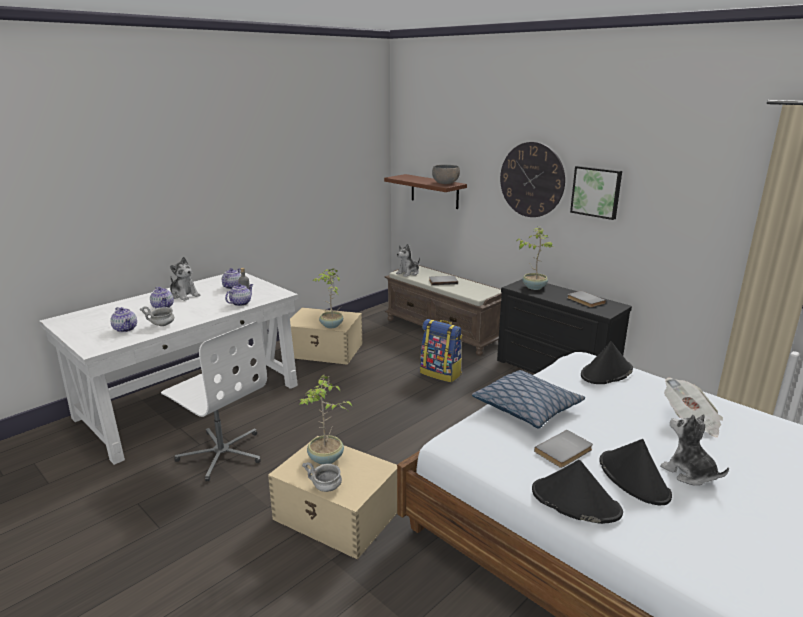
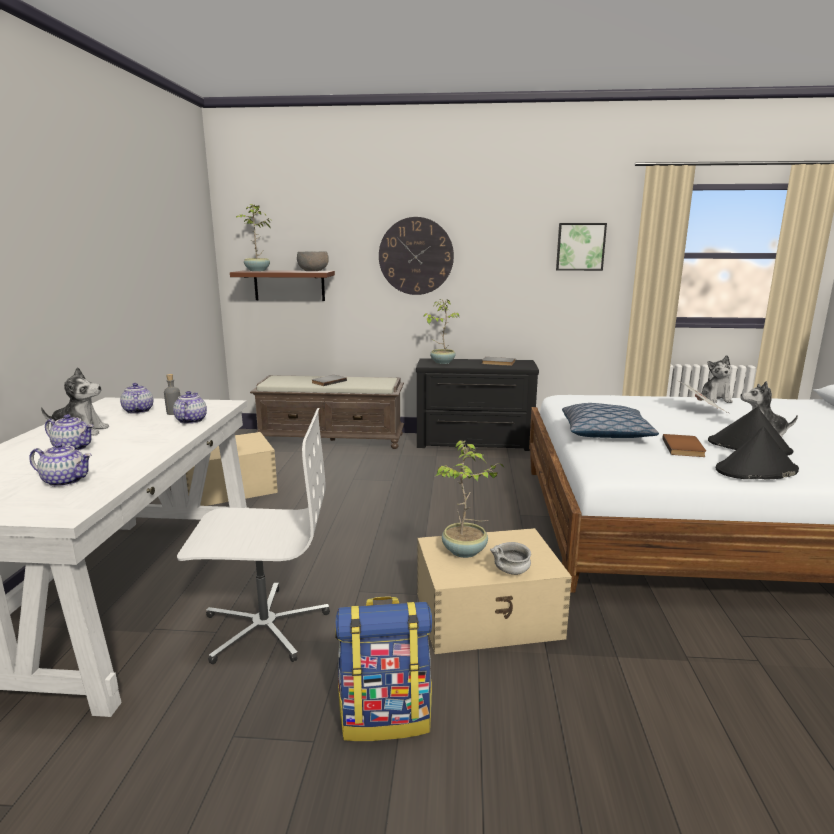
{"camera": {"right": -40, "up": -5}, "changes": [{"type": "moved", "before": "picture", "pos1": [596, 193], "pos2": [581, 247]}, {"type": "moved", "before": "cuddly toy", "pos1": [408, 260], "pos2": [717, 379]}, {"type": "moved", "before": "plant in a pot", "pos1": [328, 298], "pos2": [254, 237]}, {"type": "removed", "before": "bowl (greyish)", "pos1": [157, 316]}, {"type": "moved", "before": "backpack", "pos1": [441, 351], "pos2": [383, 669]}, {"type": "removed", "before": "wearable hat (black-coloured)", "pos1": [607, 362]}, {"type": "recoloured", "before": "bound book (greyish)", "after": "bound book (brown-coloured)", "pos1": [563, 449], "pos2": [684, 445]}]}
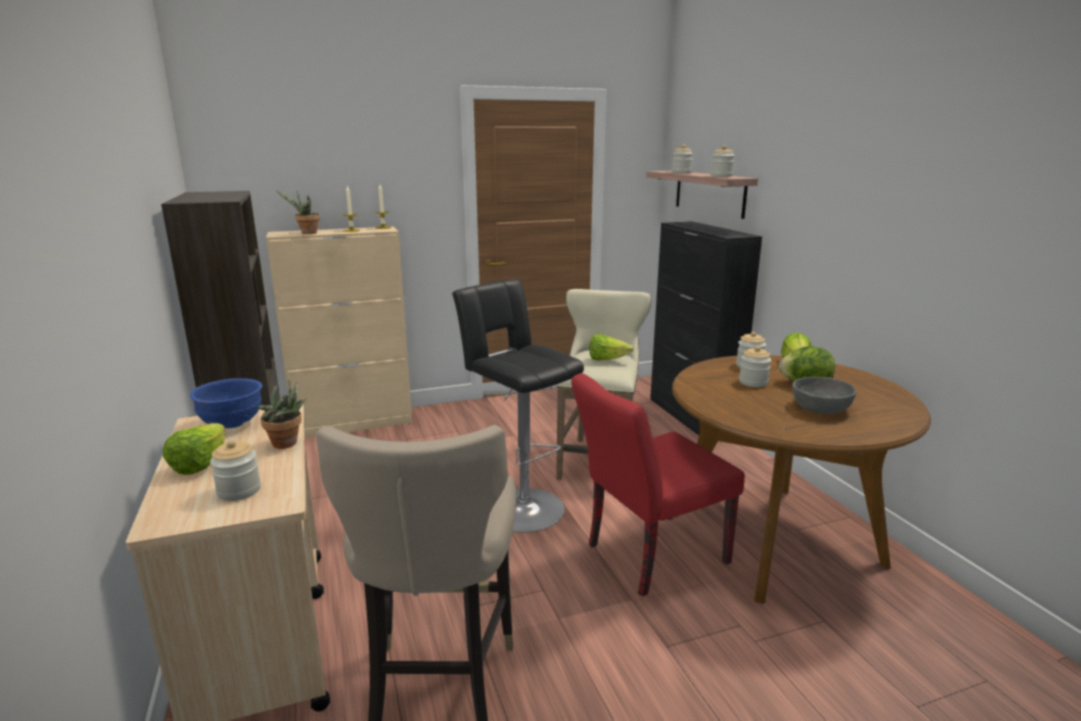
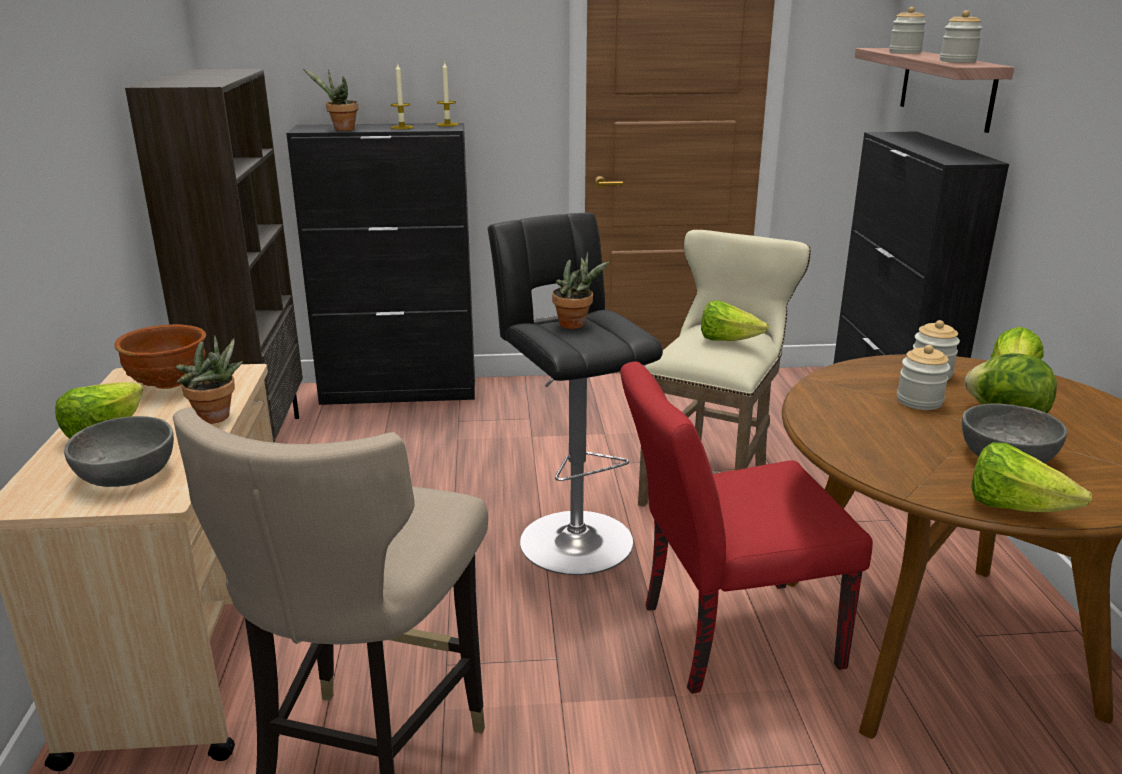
{"camera": {"right": 15, "up": 5}, "changes": [{"type": "recoloured", "before": "storage cabinet (beige)", "after": "storage cabinet (black-coloured)", "pos1": [339, 332], "pos2": [380, 264]}, {"type": "recoloured", "before": "bowl (blue)", "after": "bowl (brown-coloured)", "pos1": [226, 403], "pos2": [160, 356]}, {"type": "replaced", "before": "storage jar", "after": "bowl (greyish)", "pos1": [235, 470], "pos2": [119, 451]}, {"type": "added", "after": "plant in a pot", "pos2": [580, 290]}, {"type": "added", "after": "lettuce", "pos2": [1031, 477]}]}
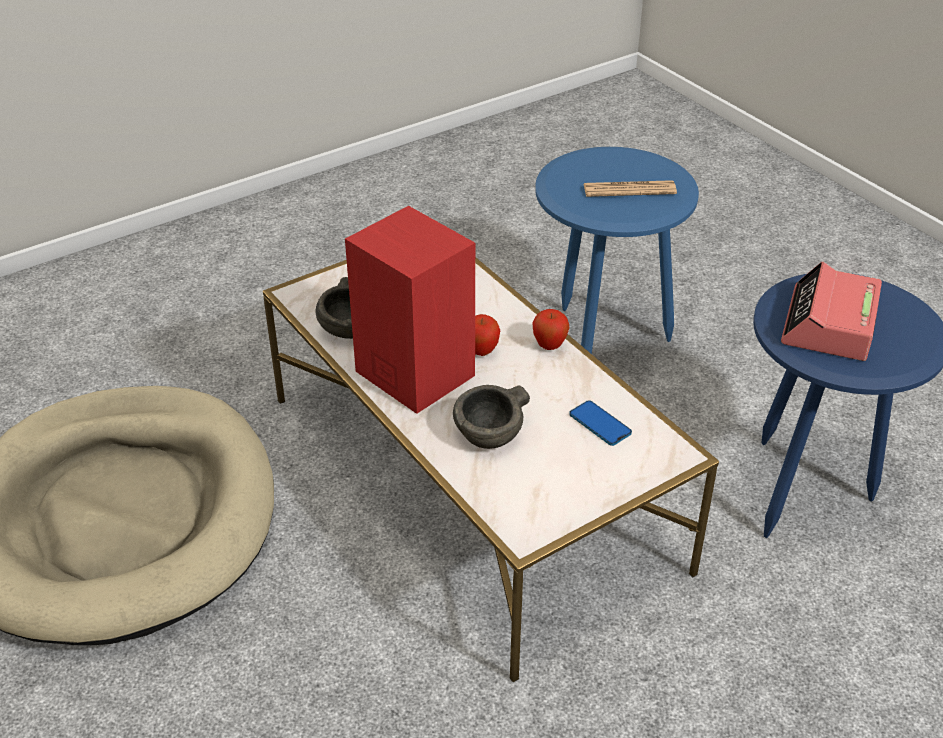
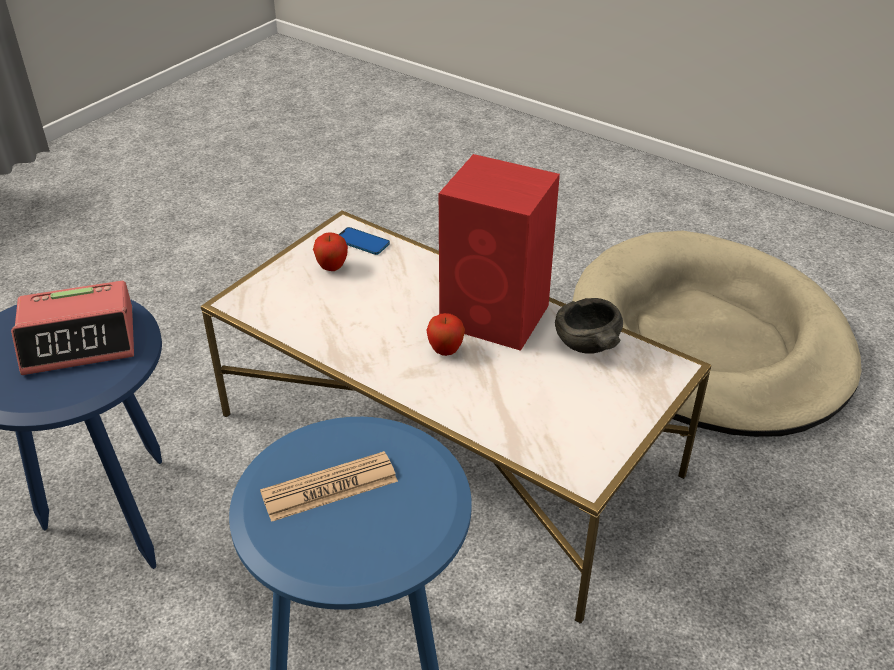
{"camera": {"right": 160, "up": 0}, "changes": [{"type": "turned", "before": "alarm clock", "pos1": [831, 311], "pos2": [72, 328], "turn": 75}, {"type": "moved", "before": "apple", "pos1": [551, 329], "pos2": [330, 251]}, {"type": "removed", "before": "bowl (greyish)", "pos1": [491, 417]}, {"type": "moved", "before": "handset", "pos1": [600, 423], "pos2": [364, 241]}]}
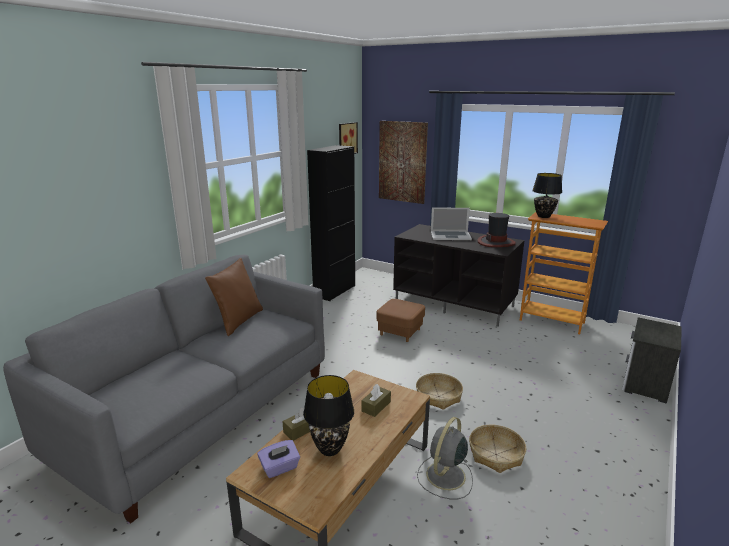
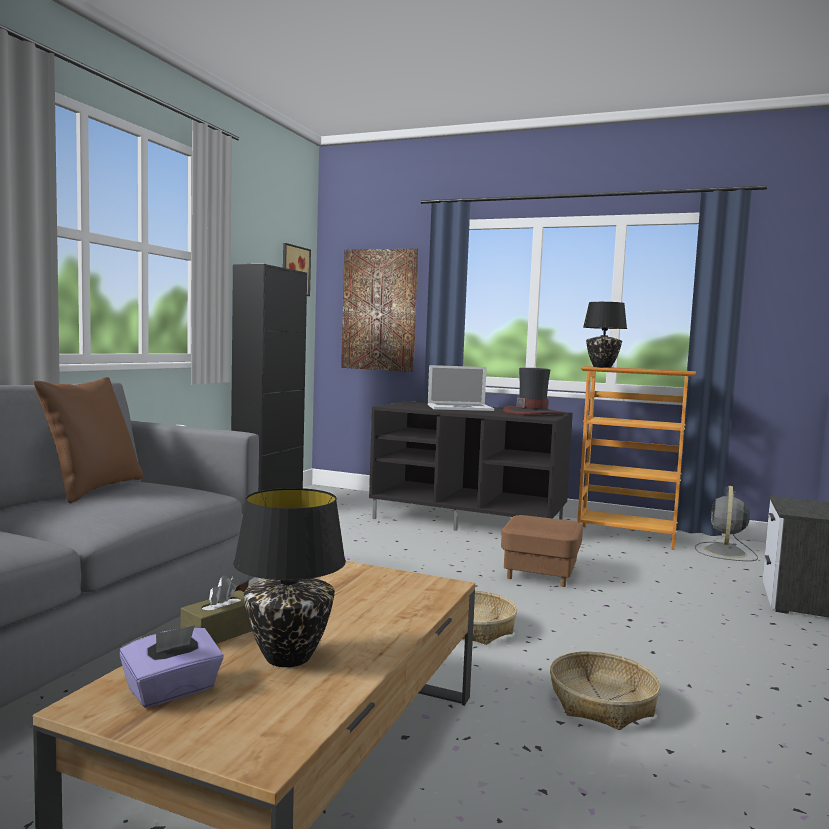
{"camera": {"right": -10, "up": -15}, "changes": [{"type": "moved", "before": "footrest (brown-coloured)", "pos1": [401, 320], "pos2": [542, 551]}, {"type": "removed", "before": "box of tissues (brown-coloured)", "pos1": [376, 400]}, {"type": "moved", "before": "cooling fan (greyish)", "pos1": [445, 458], "pos2": [726, 523]}]}
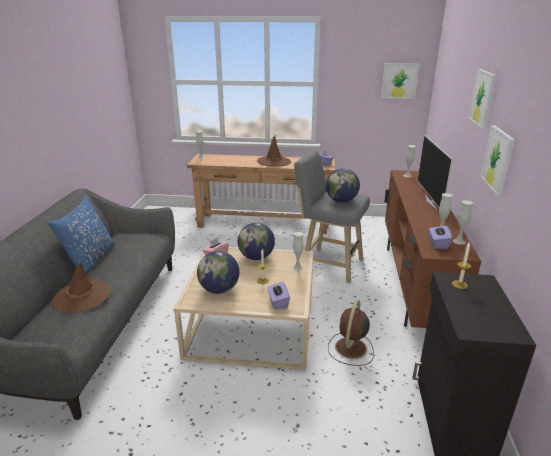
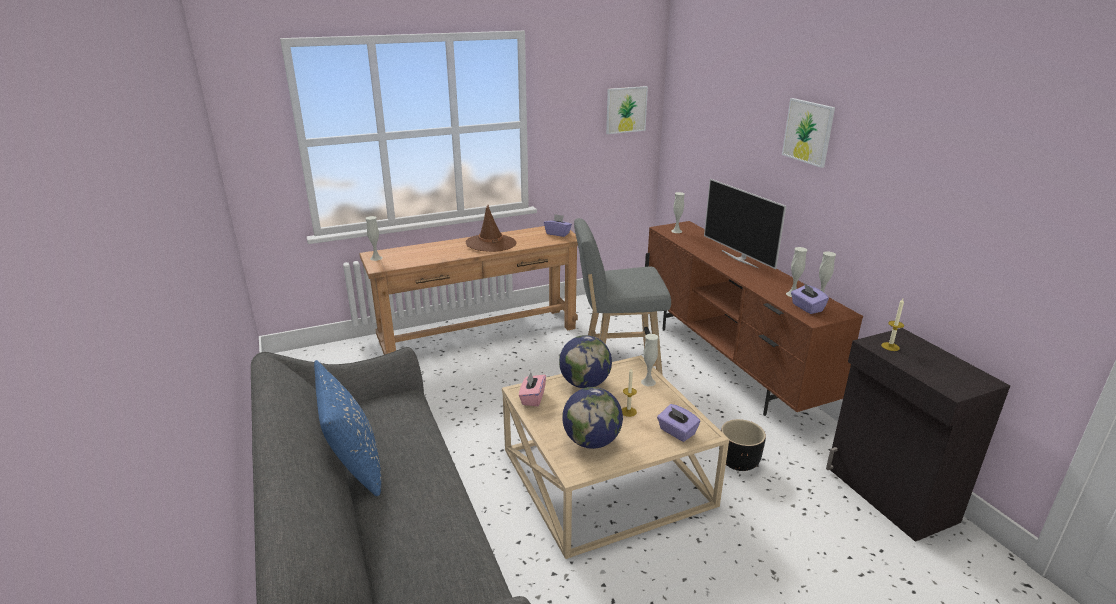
{"camera": {"right": -30, "up": 0}, "changes": [{"type": "removed", "before": "picture", "pos1": [497, 160]}, {"type": "removed", "before": "world globe", "pos1": [343, 185]}, {"type": "removed", "before": "wearable hat (brown-coloured)", "pos1": [82, 288]}, {"type": "replaced", "before": "cooling fan (brown-coloured)", "after": "plant pot (black-coloured)", "pos1": [351, 333], "pos2": [742, 445]}]}
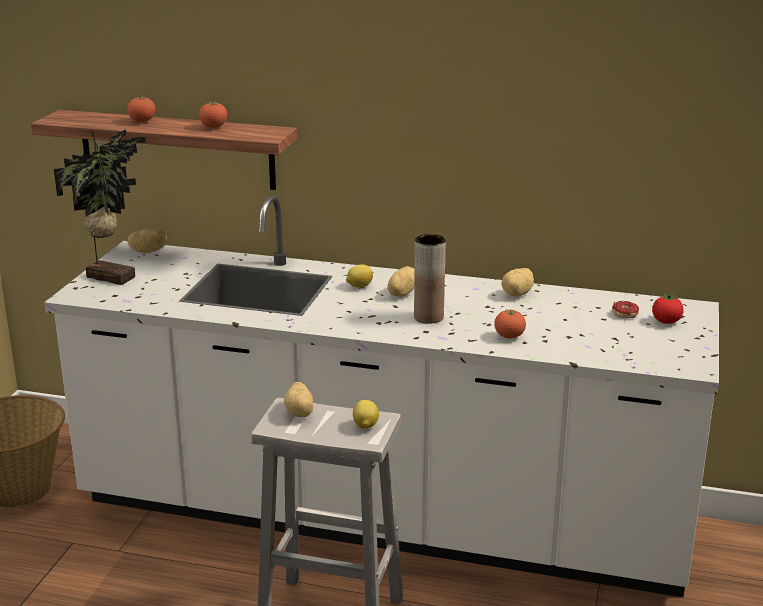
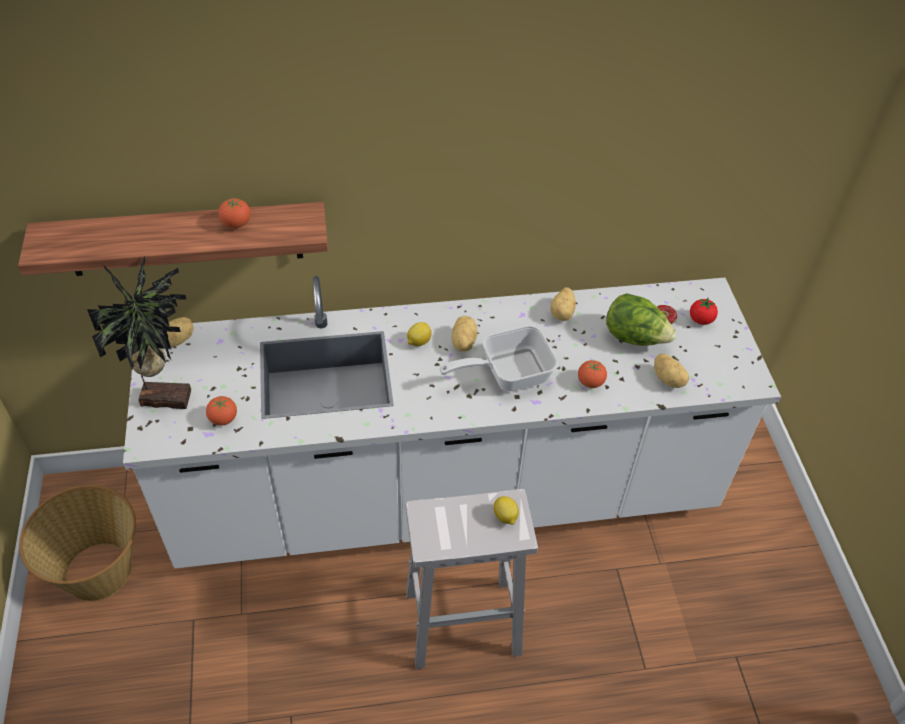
{"camera": {"right": -25, "up": 25}, "changes": [{"type": "moved", "before": "whole tomato", "pos1": [141, 108], "pos2": [221, 411]}, {"type": "replaced", "before": "decorative vase (brown-coloured)", "after": "skillet", "pos1": [430, 279], "pos2": [498, 358]}, {"type": "moved", "before": "whole potato", "pos1": [298, 399], "pos2": [671, 371]}, {"type": "added", "after": "lettuce", "pos2": [641, 319]}]}
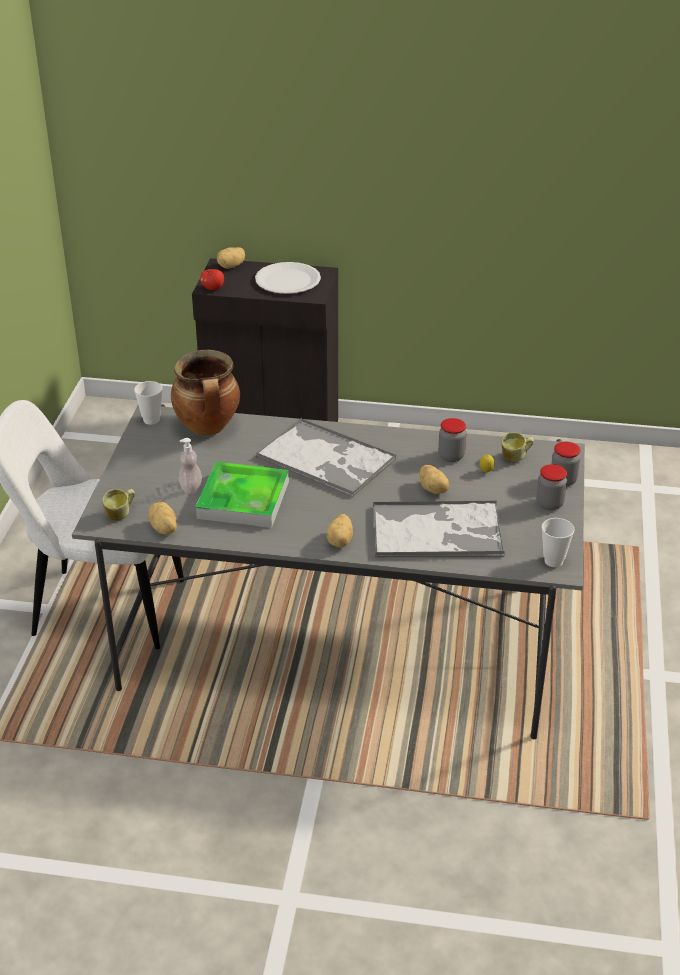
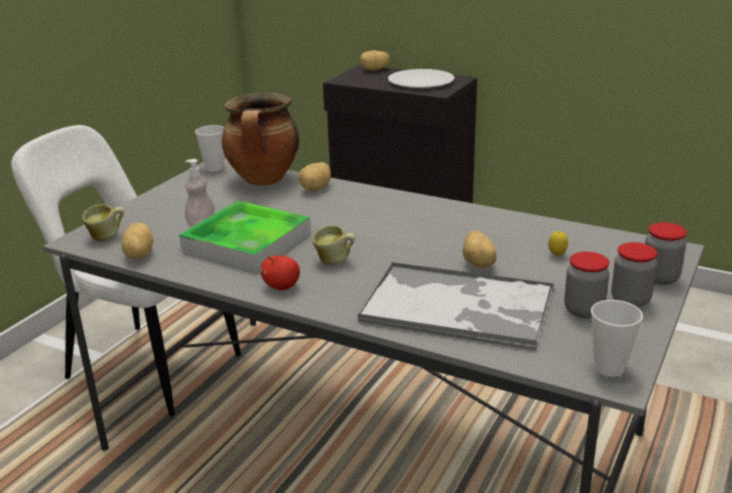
{"camera": {"right": 20, "up": -10}, "changes": [{"type": "moved", "before": "apple", "pos1": [212, 279], "pos2": [280, 273]}, {"type": "removed", "before": "tray", "pos1": [326, 458]}, {"type": "moved", "before": "storage jar", "pos1": [452, 440], "pos2": [587, 285]}, {"type": "moved", "before": "tea mug", "pos1": [517, 447], "pos2": [334, 245]}, {"type": "moved", "before": "whole potato", "pos1": [339, 530], "pos2": [314, 176]}]}
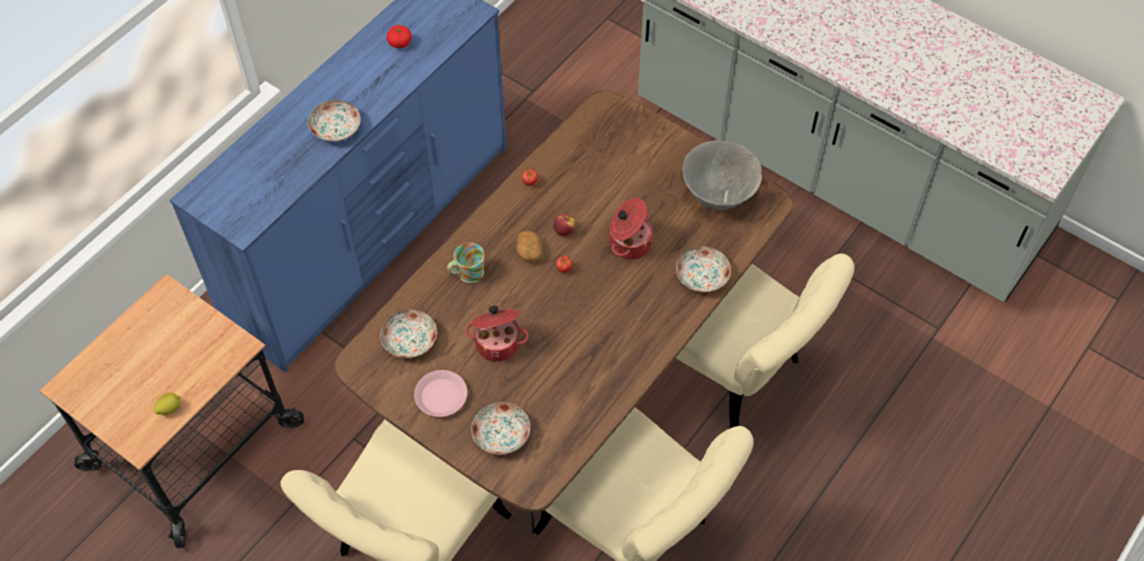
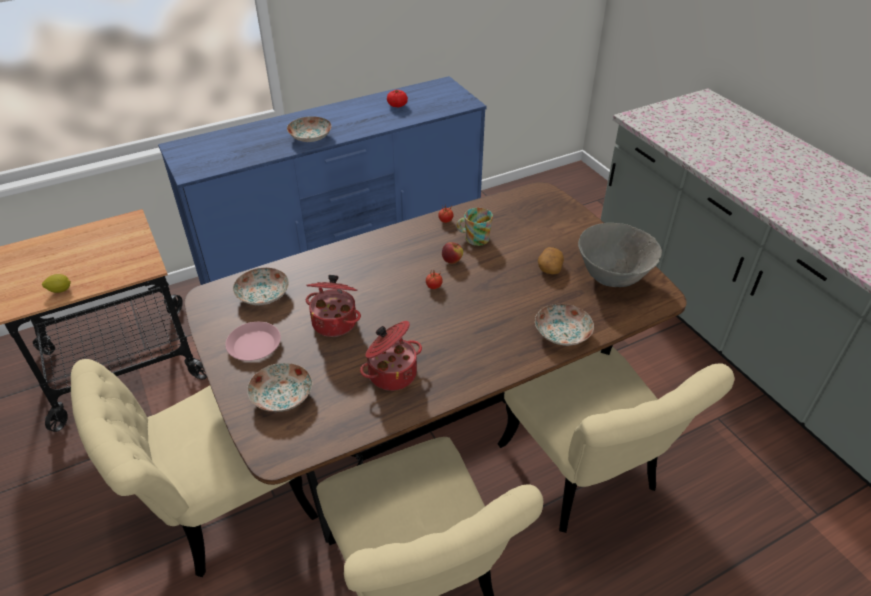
{"camera": {"right": 25, "up": -15}, "changes": [{"type": "moved", "before": "stockpot", "pos1": [632, 229], "pos2": [391, 356]}, {"type": "moved", "before": "whole potato", "pos1": [529, 246], "pos2": [551, 260]}, {"type": "moved", "before": "tea mug", "pos1": [466, 263], "pos2": [475, 227]}]}
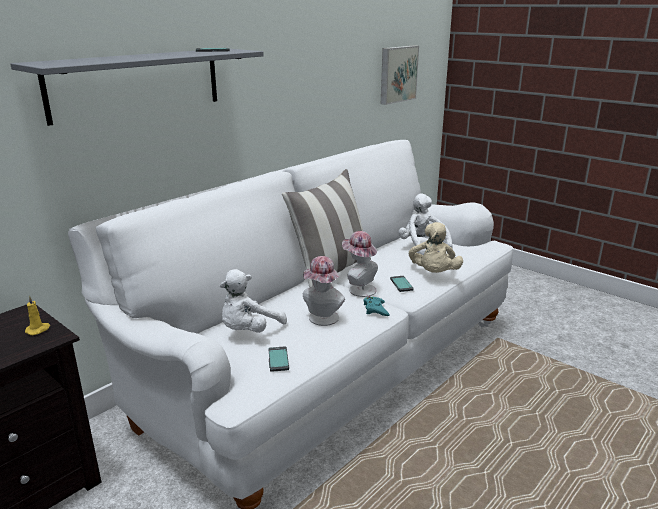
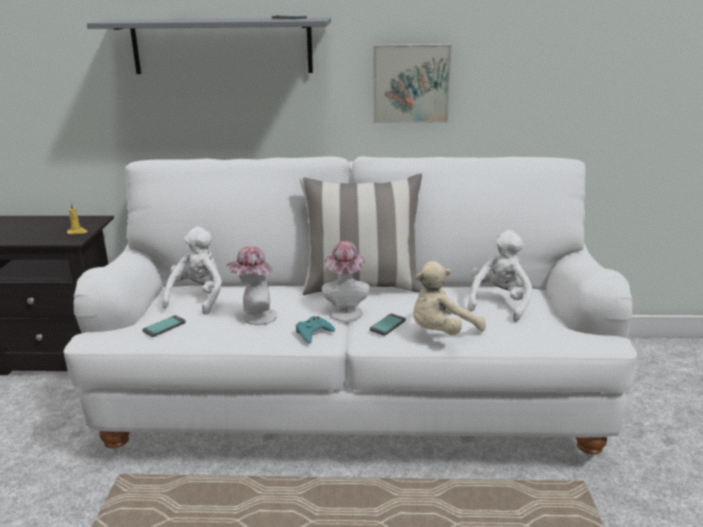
{"camera": {"right": 50, "up": 0}, "changes": [{"type": "moved", "before": "picture", "pos1": [400, 75], "pos2": [412, 83]}, {"type": "turned", "before": "cuddly toy (white-coloured)", "pos1": [253, 301], "pos2": [192, 271], "turn": 105}]}
